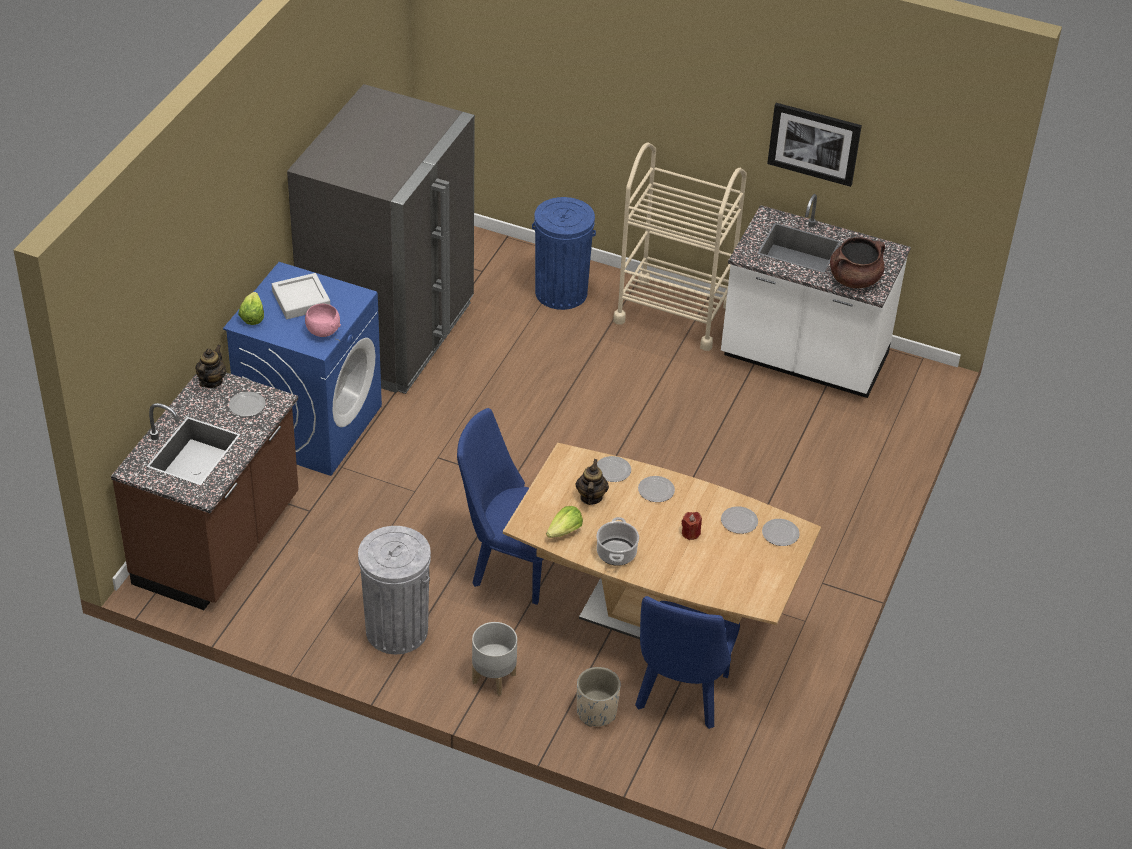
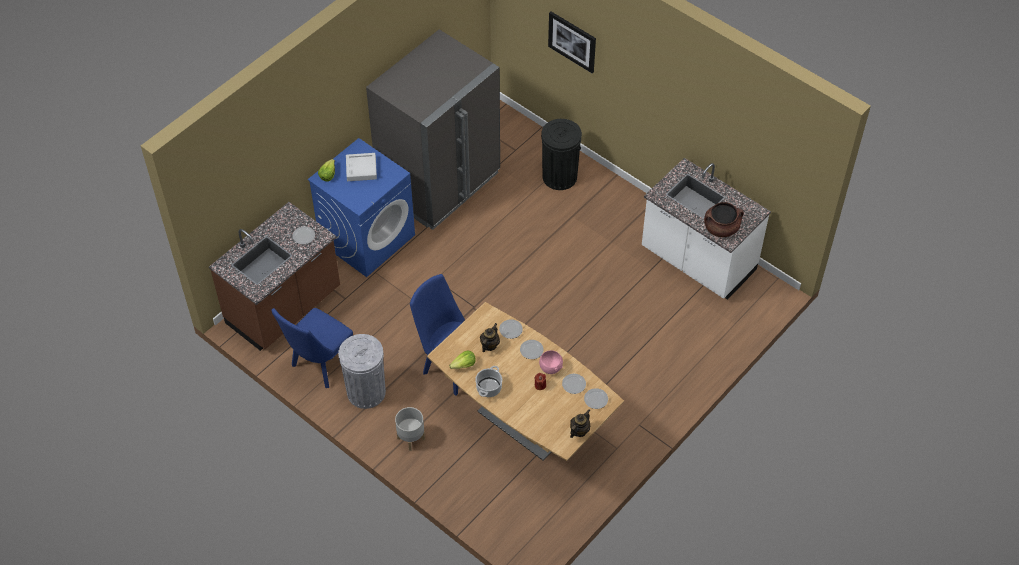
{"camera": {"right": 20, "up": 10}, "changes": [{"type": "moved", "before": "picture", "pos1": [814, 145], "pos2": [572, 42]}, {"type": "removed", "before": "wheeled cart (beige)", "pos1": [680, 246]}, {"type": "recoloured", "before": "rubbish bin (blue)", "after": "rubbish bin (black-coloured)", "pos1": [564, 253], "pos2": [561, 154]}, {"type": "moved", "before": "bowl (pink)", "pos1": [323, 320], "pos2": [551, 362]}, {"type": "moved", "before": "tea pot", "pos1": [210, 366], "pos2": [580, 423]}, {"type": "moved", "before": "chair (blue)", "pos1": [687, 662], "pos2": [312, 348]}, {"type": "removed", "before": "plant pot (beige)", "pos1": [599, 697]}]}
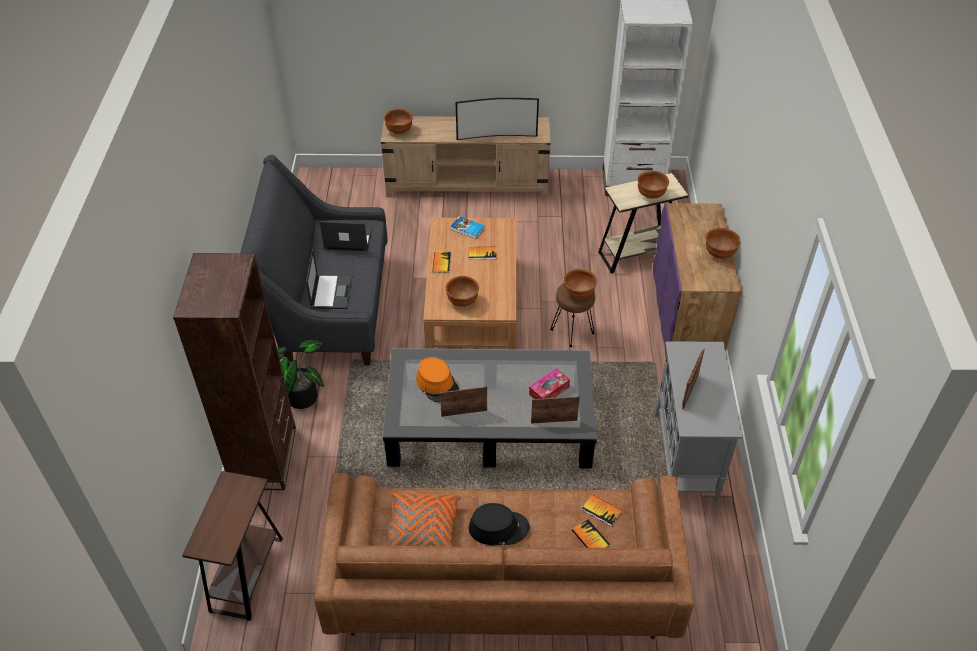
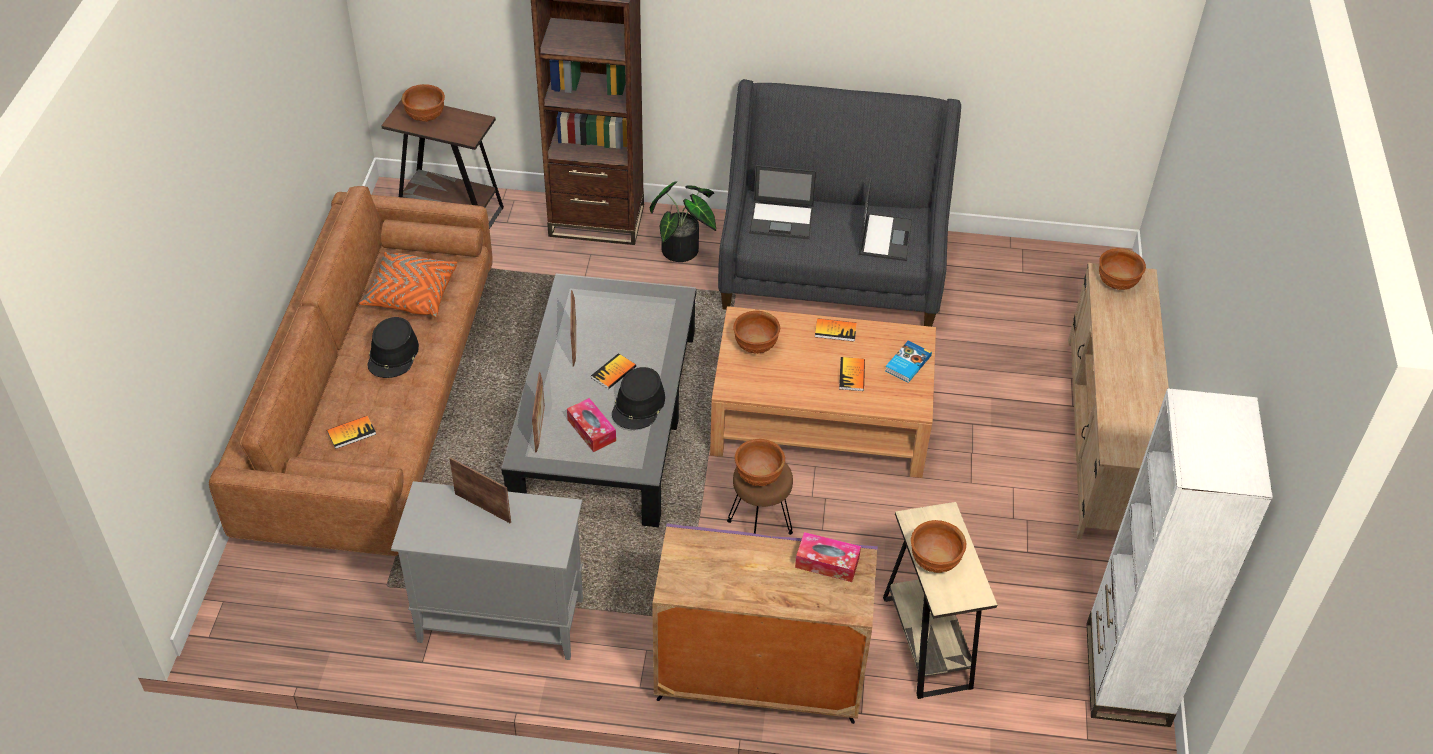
{"camera": {"right": 95, "up": 0}, "changes": [{"type": "removed", "before": "television", "pos1": [497, 119]}, {"type": "moved", "before": "bowl (brown-coloured)", "pos1": [722, 243], "pos2": [423, 103]}, {"type": "removed", "before": "wearable hat (orange)", "pos1": [437, 379]}, {"type": "moved", "before": "bound book", "pos1": [602, 510], "pos2": [613, 371]}, {"type": "added", "after": "wearable hat (black-coloured)", "pos2": [638, 398]}, {"type": "added", "after": "box of tissues", "pos2": [828, 557]}]}
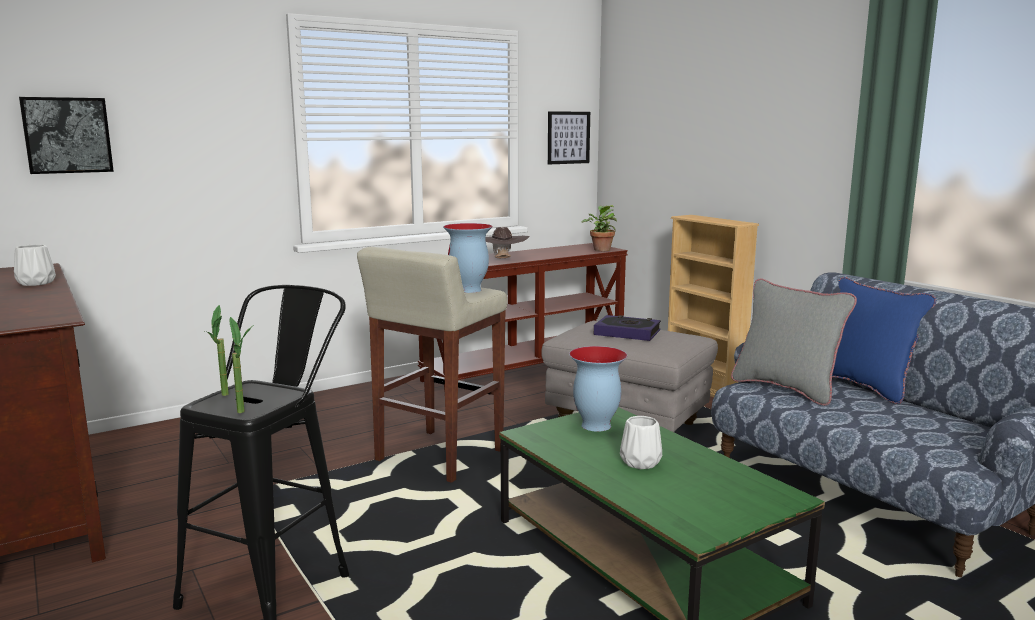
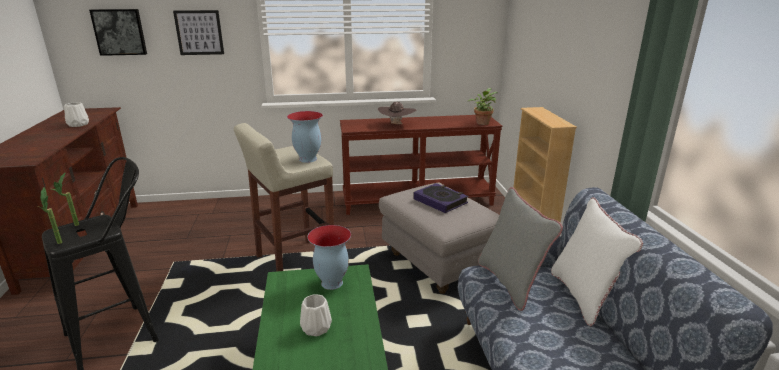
{"camera": {"right": 25, "up": 10}, "changes": [{"type": "moved", "before": "picture", "pos1": [569, 137], "pos2": [198, 32]}, {"type": "recoloured", "before": "throw pillow (blue)", "after": "throw pillow (white-coloured)", "pos1": [884, 340], "pos2": [597, 261]}]}
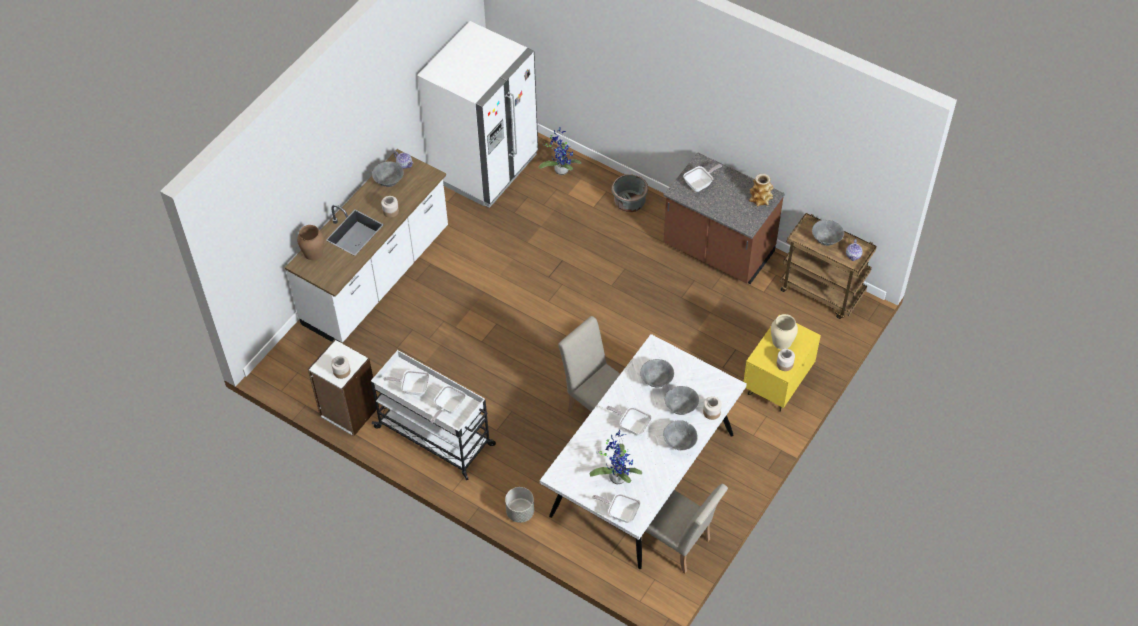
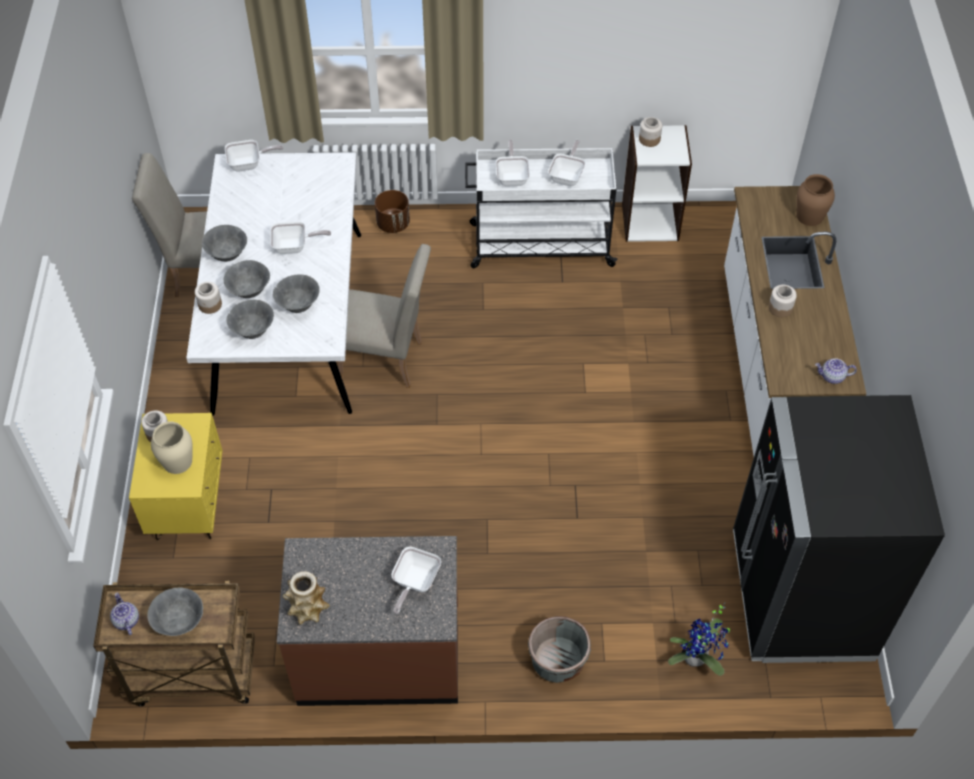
{"camera": {"right": 145, "up": 0}, "changes": [{"type": "recoloured", "before": "kitchen fridge (white-coloured)", "after": "kitchen fridge (black-coloured)", "pos1": [477, 114], "pos2": [839, 529]}, {"type": "moved", "before": "bowl (greyish)", "pos1": [388, 174], "pos2": [250, 319]}, {"type": "turned", "before": "skillet", "pos1": [406, 382], "pos2": [567, 163], "turn": -45}, {"type": "removed", "before": "plant in a pot", "pos1": [616, 457]}, {"type": "recoloured", "before": "plant pot (greyish)", "after": "plant pot (brown-coloured)", "pos1": [519, 505], "pos2": [392, 211]}]}
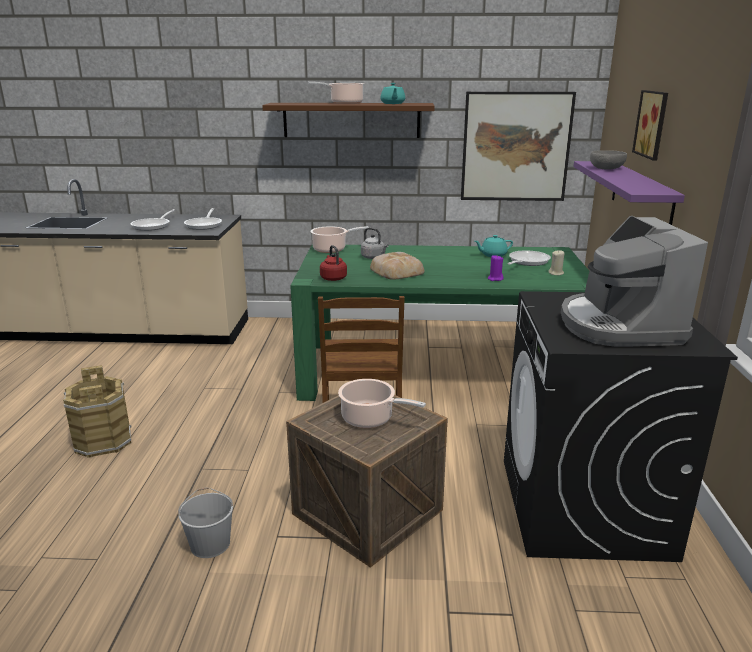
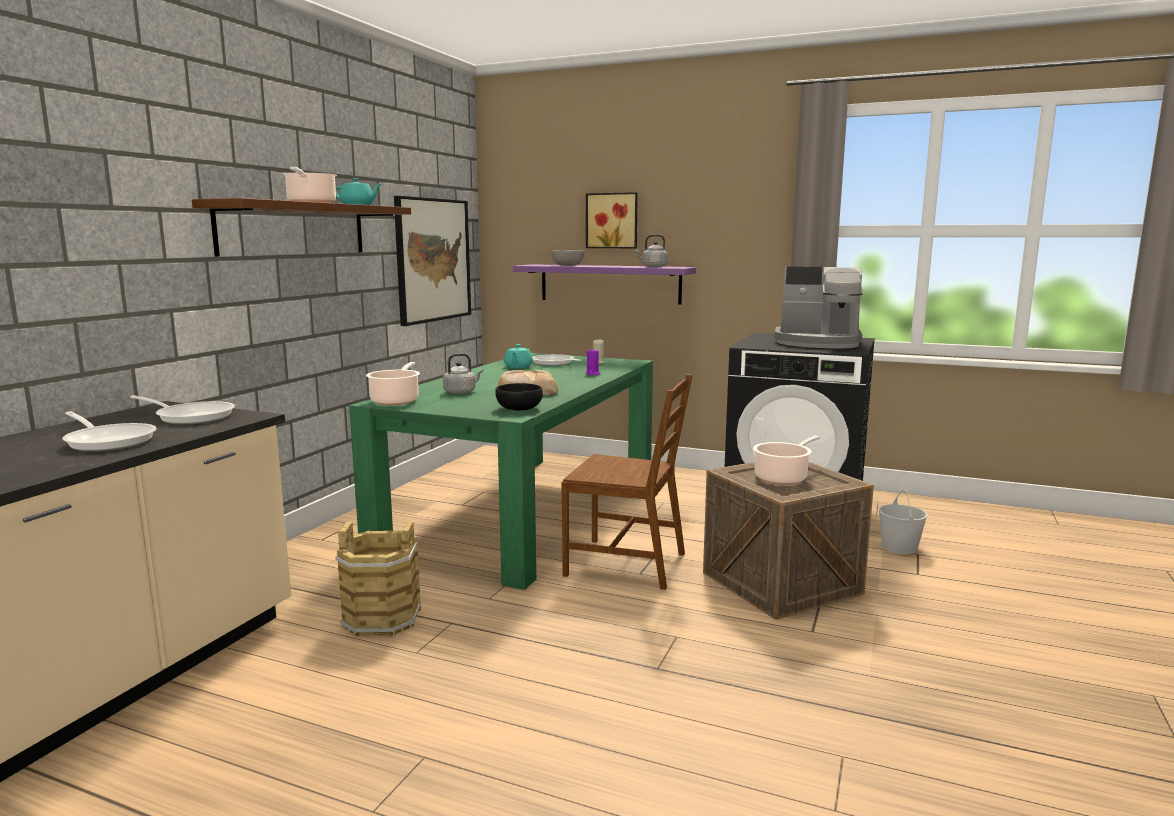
{"camera": {"right": -70, "up": -10}, "changes": [{"type": "replaced", "before": "kettle (reddish)", "after": "bowl (black-coloured)", "pos1": [333, 263], "pos2": [519, 396]}, {"type": "moved", "before": "pail (brown-coloured)", "pos1": [97, 411], "pos2": [378, 578]}, {"type": "moved", "before": "pail (white-coloured)", "pos1": [205, 522], "pos2": [903, 522]}, {"type": "added", "after": "kettle (greyish)", "pos2": [651, 250]}]}
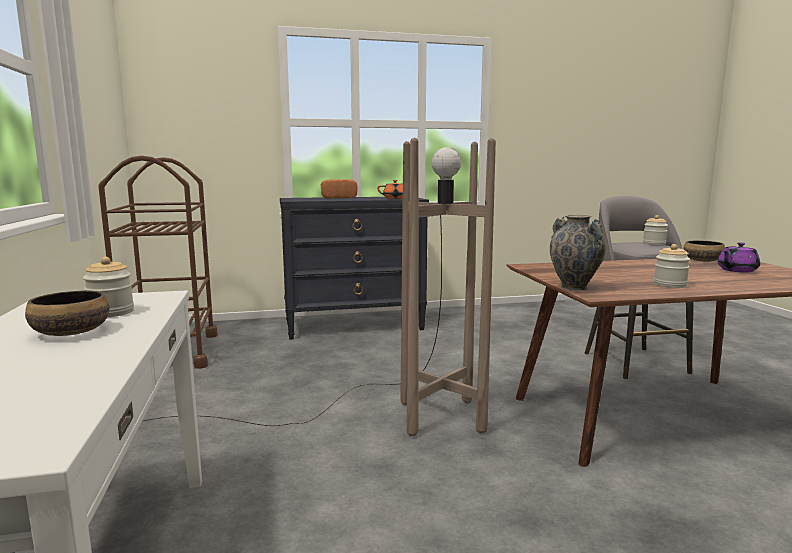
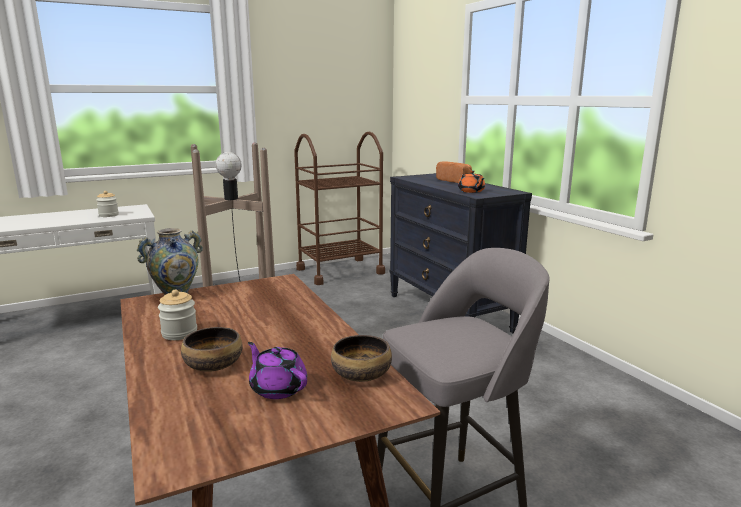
{"camera": {"right": 75, "up": 5}, "changes": [{"type": "removed", "before": "storage jar", "pos1": [655, 230]}, {"type": "moved", "before": "bowl", "pos1": [67, 313], "pos2": [212, 349]}]}
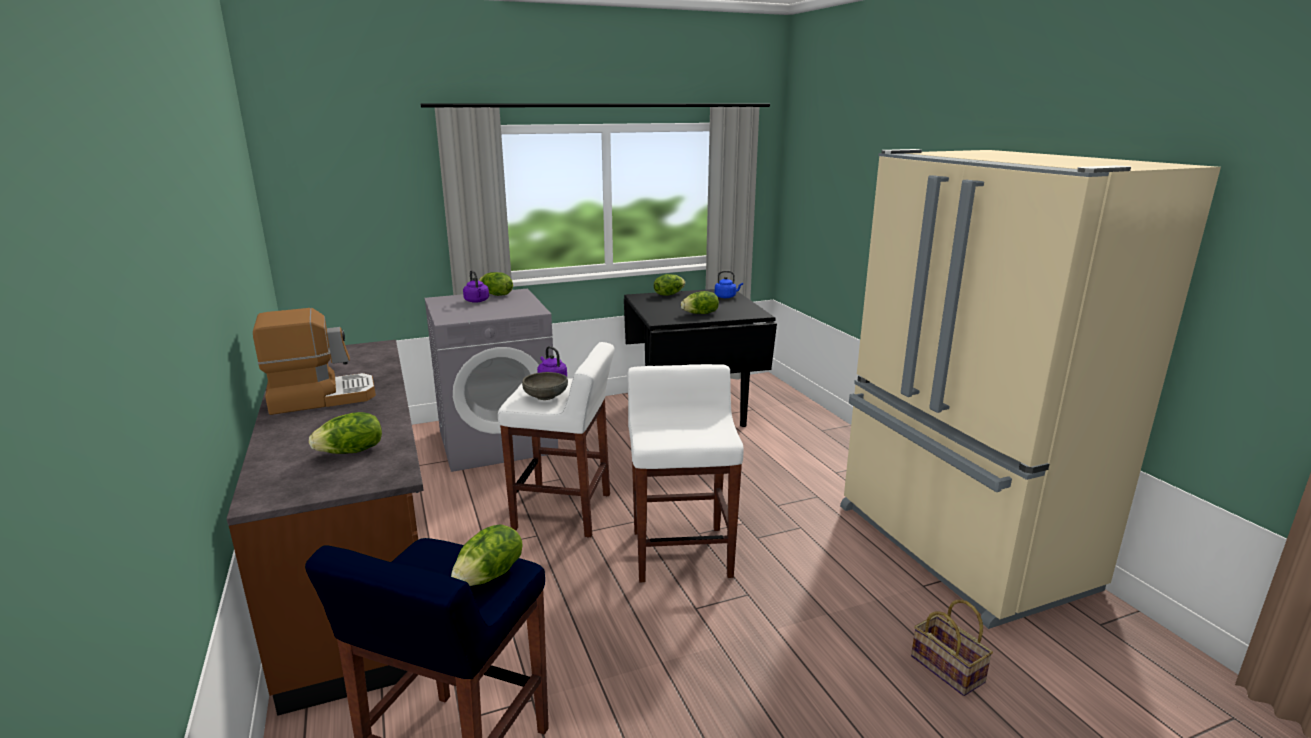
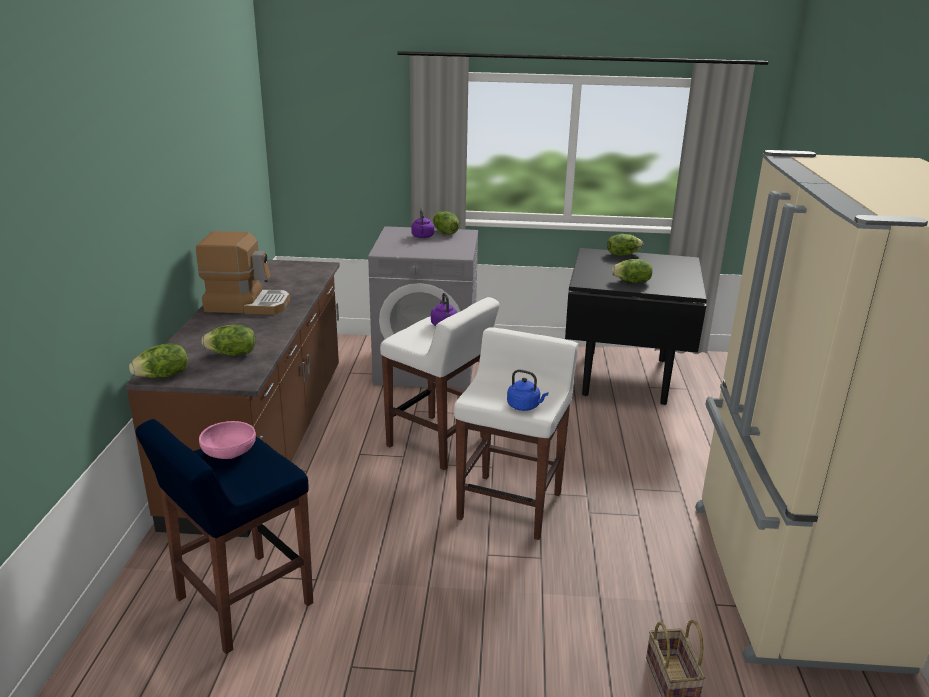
{"camera": {"right": 25, "up": 5}, "changes": [{"type": "moved", "before": "kettle (blue)", "pos1": [729, 284], "pos2": [528, 390]}, {"type": "removed", "before": "bowl (greyish)", "pos1": [545, 386]}, {"type": "moved", "before": "lettuce", "pos1": [487, 555], "pos2": [158, 360]}, {"type": "added", "after": "bowl (pink)", "pos2": [227, 440]}]}
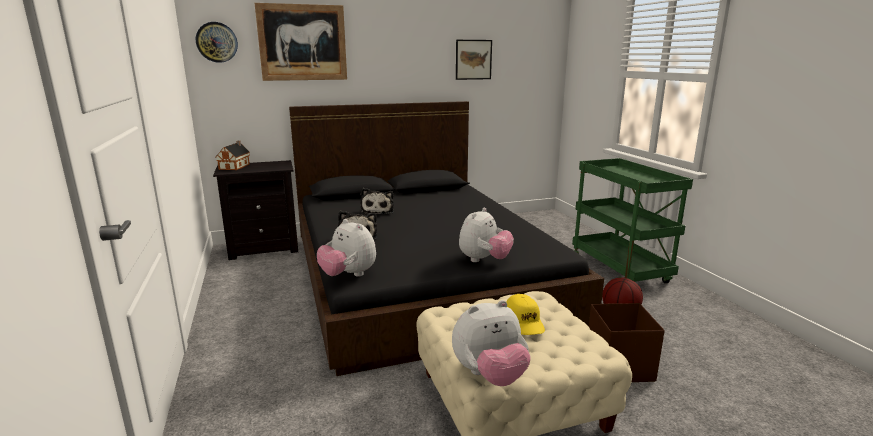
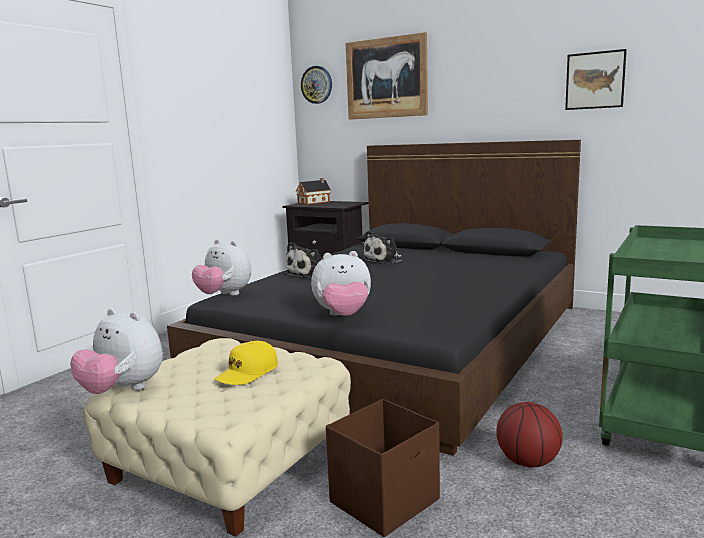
{"camera": {"right": 50, "up": -5}, "changes": [{"type": "turned", "before": "cuddly toy", "pos1": [346, 248], "pos2": [221, 267], "turn": -60}]}
